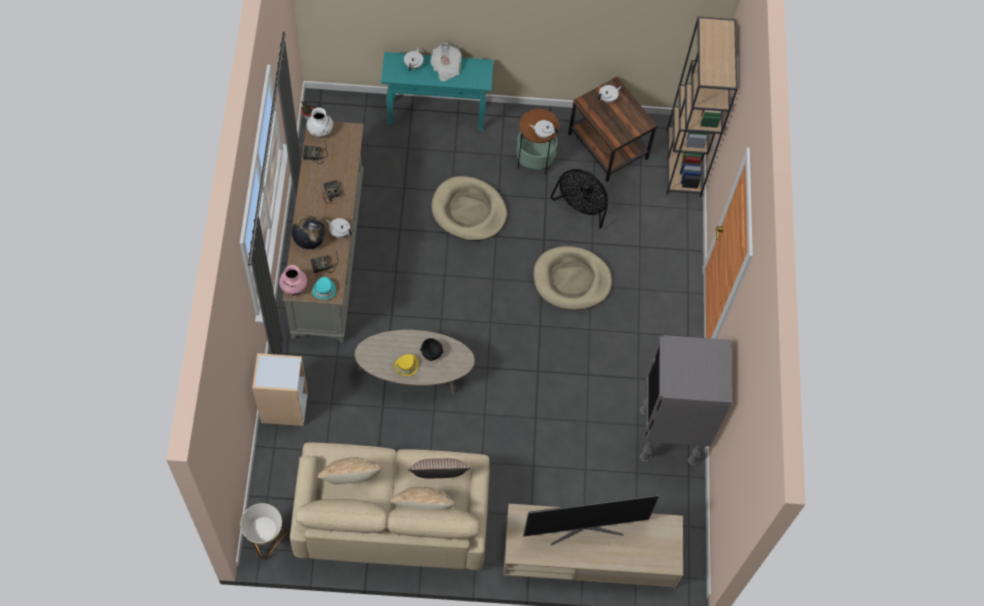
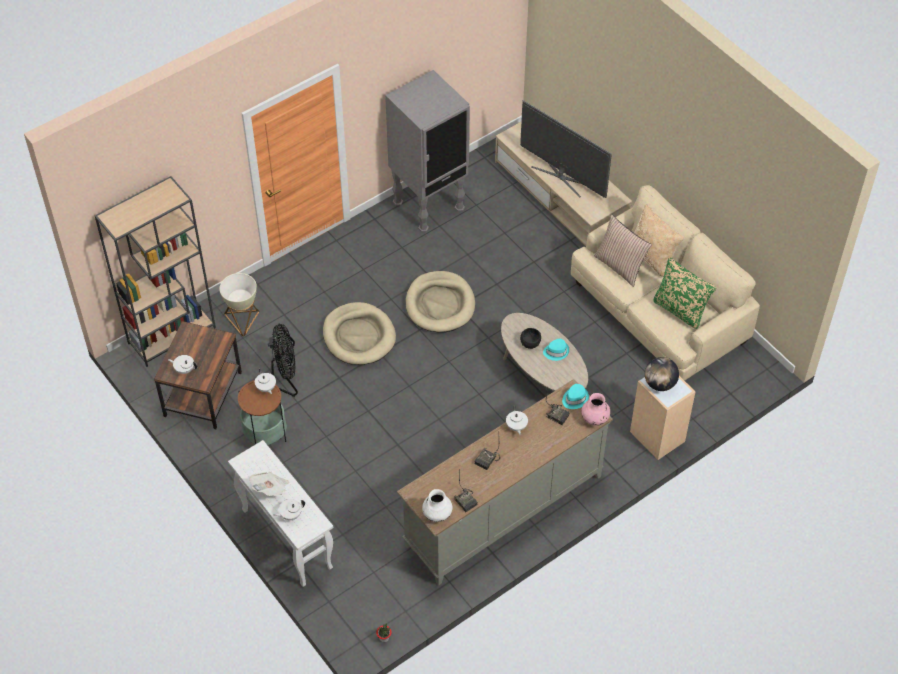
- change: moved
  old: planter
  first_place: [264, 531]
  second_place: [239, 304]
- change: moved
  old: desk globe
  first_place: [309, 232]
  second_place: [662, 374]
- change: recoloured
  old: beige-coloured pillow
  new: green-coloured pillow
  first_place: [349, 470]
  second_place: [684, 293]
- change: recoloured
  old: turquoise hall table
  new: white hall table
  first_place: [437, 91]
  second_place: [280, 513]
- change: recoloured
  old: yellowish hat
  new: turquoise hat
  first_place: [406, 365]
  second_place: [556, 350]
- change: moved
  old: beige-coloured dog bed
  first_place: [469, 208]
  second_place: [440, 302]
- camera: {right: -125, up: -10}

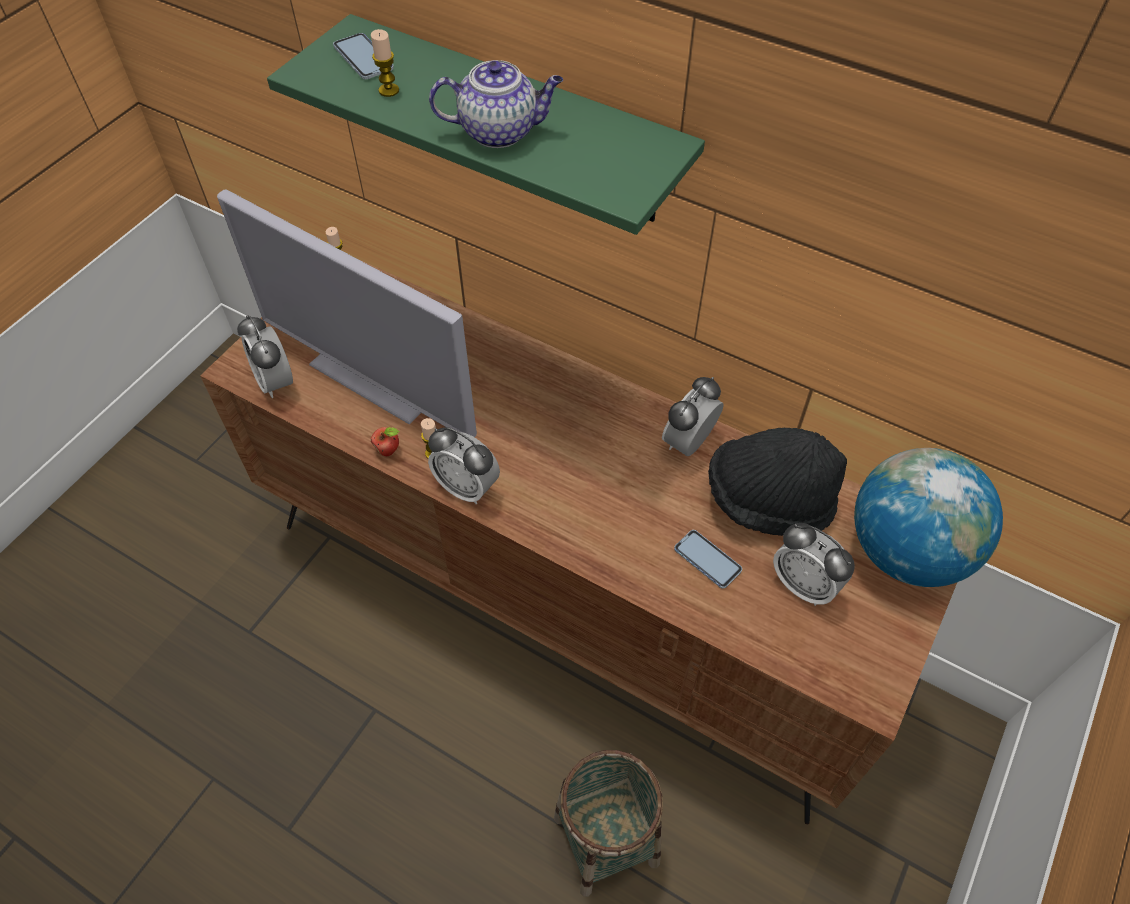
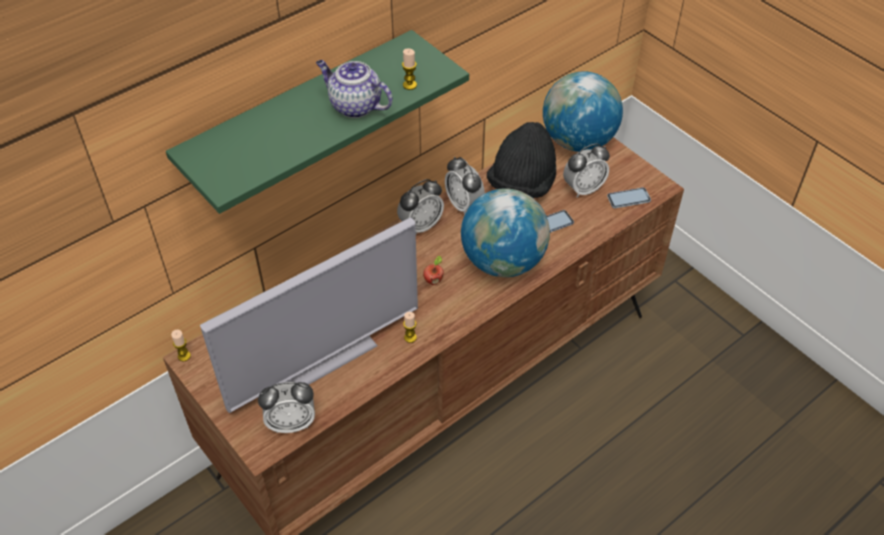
- change: moved
  old: phone
  first_place: [363, 56]
  second_place: [629, 198]
- change: moved
  old: wax candle
  first_place: [385, 63]
  second_place: [409, 69]
- change: moved
  old: whole apple
  first_place: [385, 441]
  second_place: [433, 270]
- change: moved
  old: bedside clock
  first_place: [464, 465]
  second_place: [420, 206]
- change: turned
  old: pot for tea
  first_place: [496, 104]
  second_place: [354, 89]
  degrees: -75
- change: removed
  old: household basket
  first_place: [608, 823]
- change: added
  new: desk globe
  second_place: [505, 232]
- camera: {right: -70, up: -5}

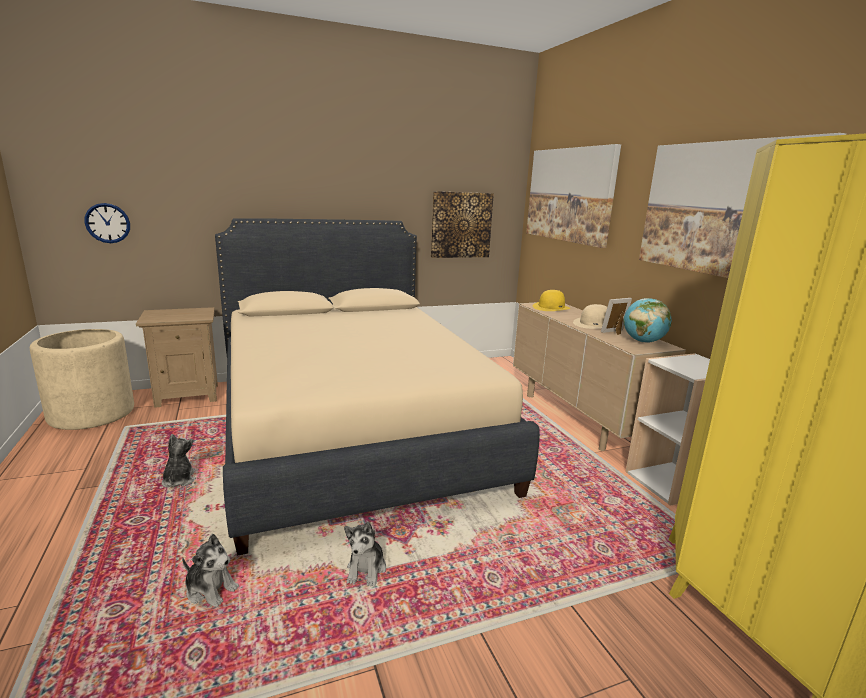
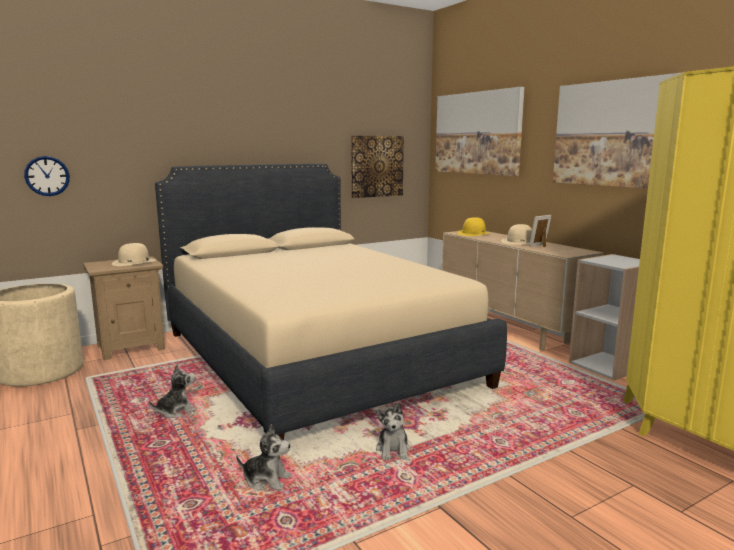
- change: turned
  old: plush toy
  first_place: [179, 461]
  second_place: [172, 391]
  degrees: 75
- change: removed
  old: desk globe
  first_place: [648, 320]
- change: added
  new: beige-coloured hat
  second_place: [134, 254]
- camera: {right: -10, up: -5}

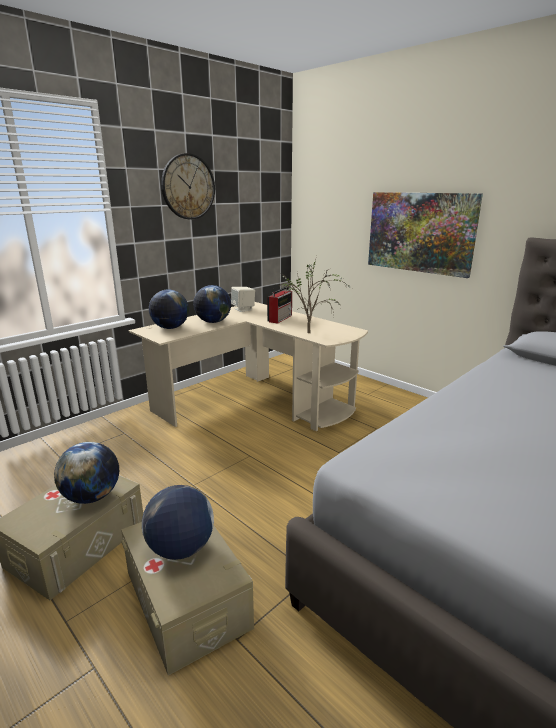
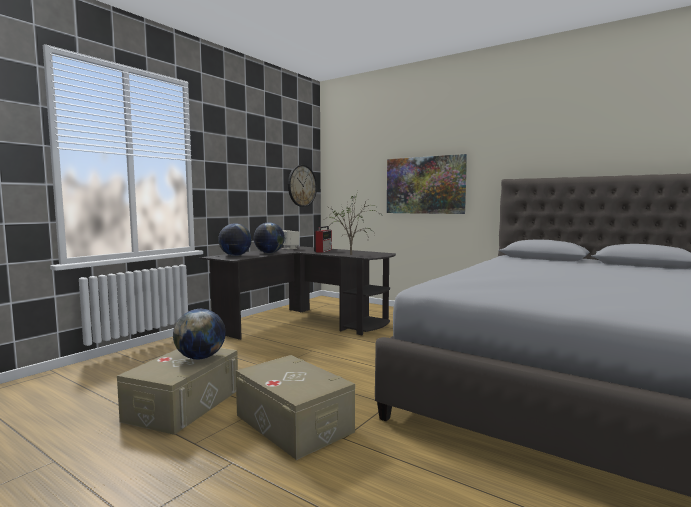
- change: recoloured
  old: beige-coloured desk
  new: black desk
  first_place: [248, 366]
  second_place: [298, 293]
- change: removed
  old: desk globe
  first_place: [178, 522]
- change: moved
  old: clock on the wall
  first_place: [188, 186]
  second_place: [302, 186]
- camera: {right: -10, up: -15}

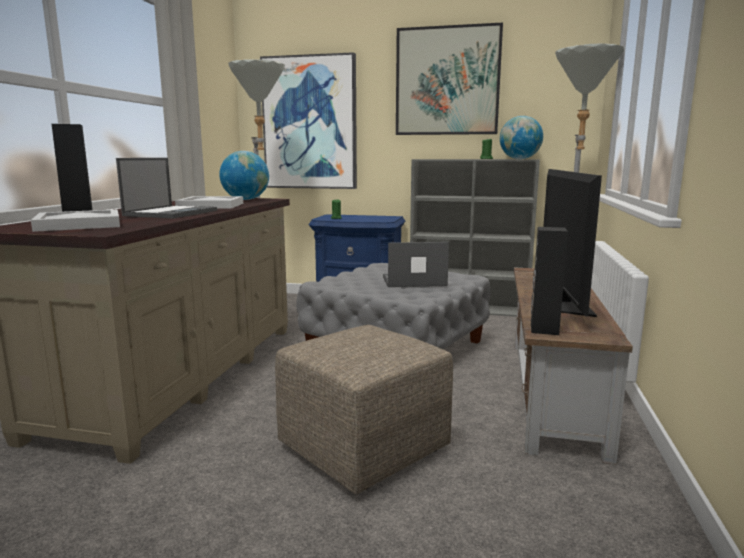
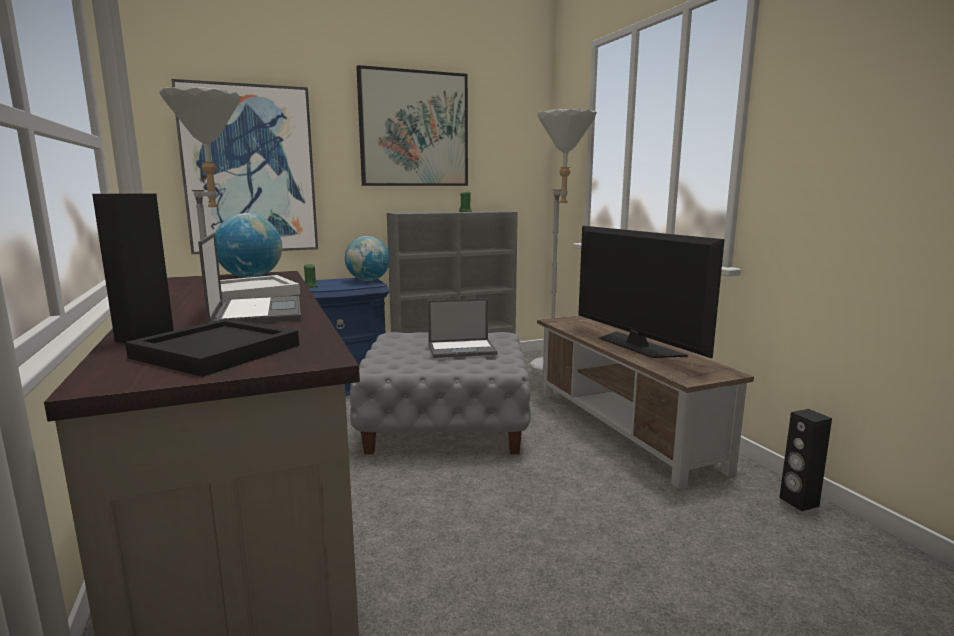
- change: recoloured
  old: white tray
  new: black tray
  first_place: [75, 220]
  second_place: [212, 348]
- change: removed
  old: beige-coloured footrest
  first_place: [364, 409]
- change: turned
  old: laptop
  first_place: [416, 264]
  second_place: [463, 328]
  degrees: -150
- change: moved
  old: desk globe
  first_place: [521, 137]
  second_place: [367, 258]
- change: moved
  old: black speaker
  first_place: [549, 281]
  second_place: [805, 460]
- camera: {right: -35, up: 0}

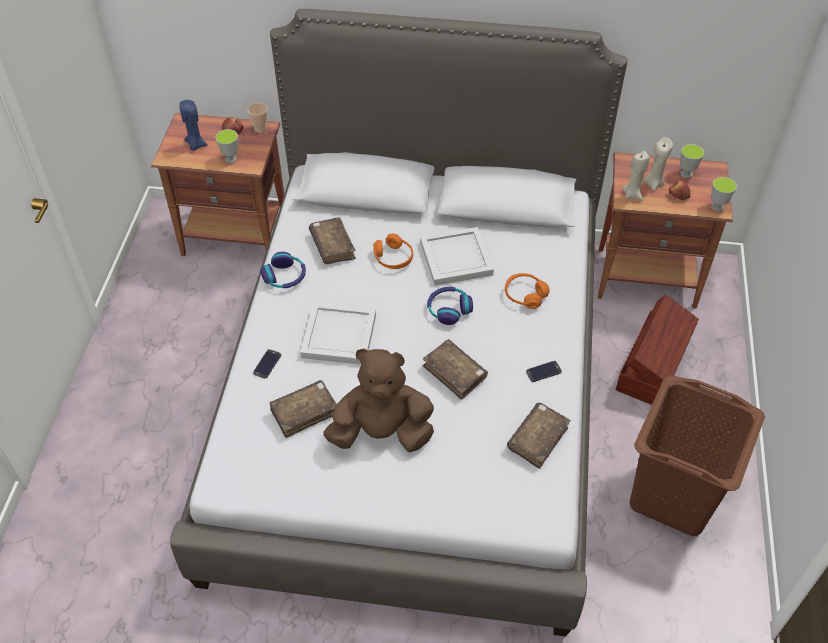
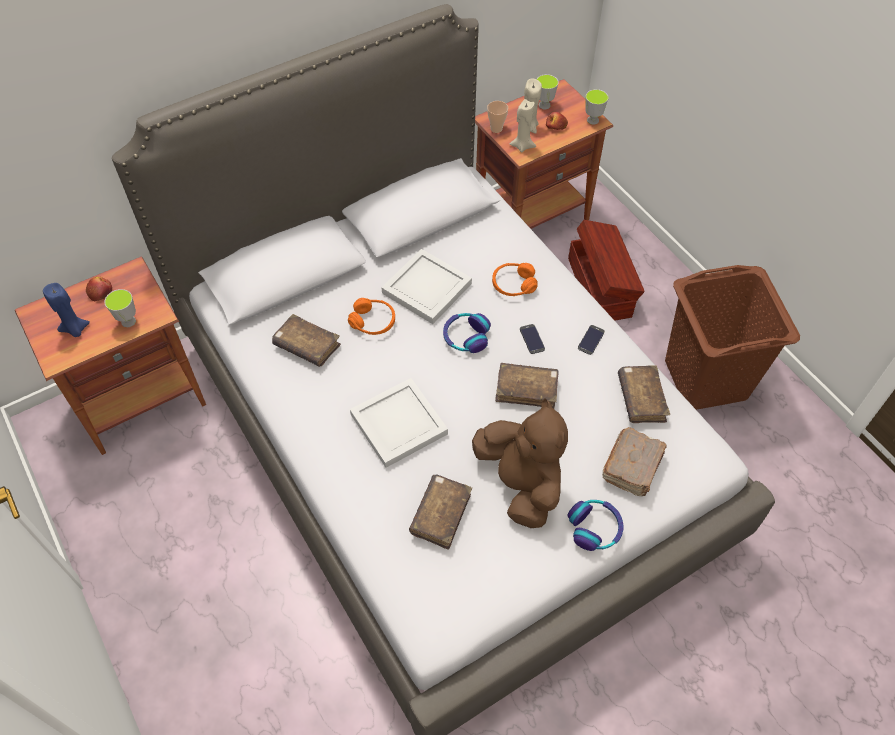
- change: moved
  old: drinking cup
  first_place: [257, 118]
  second_place: [497, 117]
- change: moved
  old: phone
  first_place: [267, 363]
  second_place: [532, 339]
- change: moved
  old: pair of headphones
  first_place: [283, 270]
  second_place: [596, 525]
- change: turned
  old: brownish plush toy
  first_place: [378, 400]
  second_place: [520, 463]
  degrees: 105
- change: added
  new: brownish book
  second_place: [634, 461]
- camera: {right: -40, up: 5}

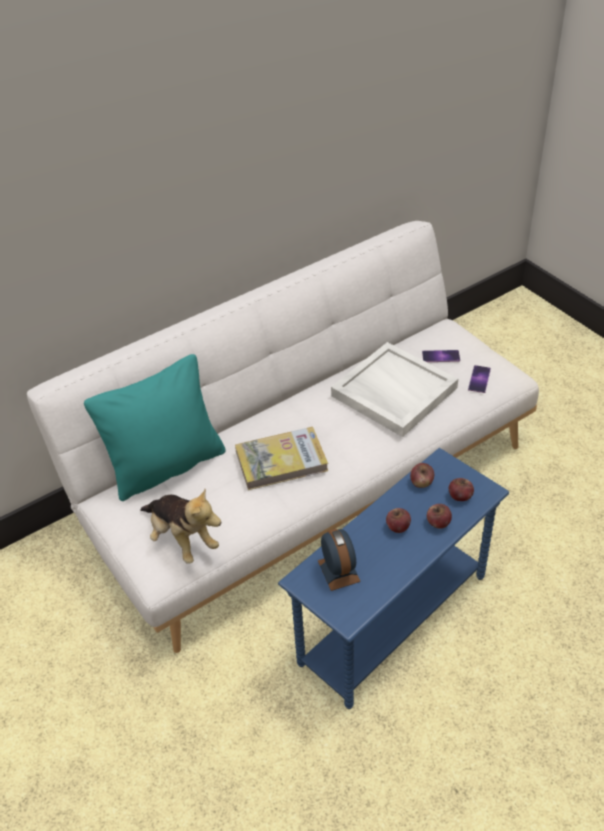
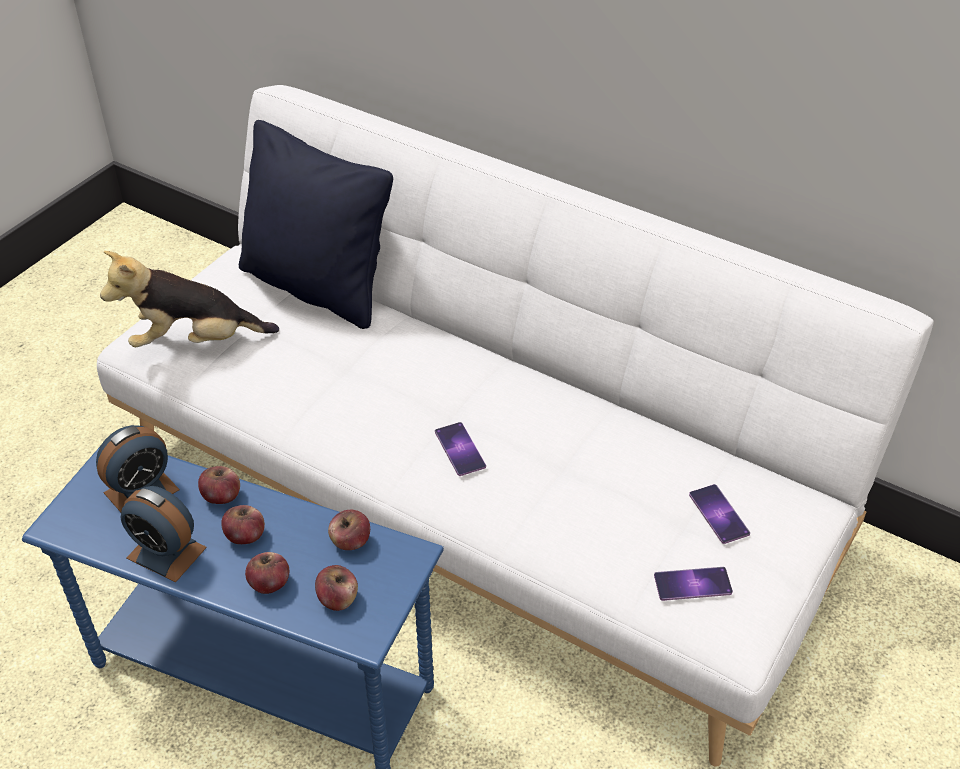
- change: recoloured
  old: turquoise pillow
  new: black pillow
  first_place: [155, 427]
  second_place: [316, 224]
- change: turned
  old: plush toy
  first_place: [180, 526]
  second_place: [189, 299]
  degrees: 60
- change: removed
  old: book
  first_place: [281, 458]
- change: removed
  old: white tray
  first_place: [394, 389]
- change: added
  new: bedside clock
  second_place: [163, 534]
- change: added
  new: whole apple
  second_place: [219, 485]
- change: added
  new: phone
  second_place: [460, 449]
- camera: {right: 65, up: 0}

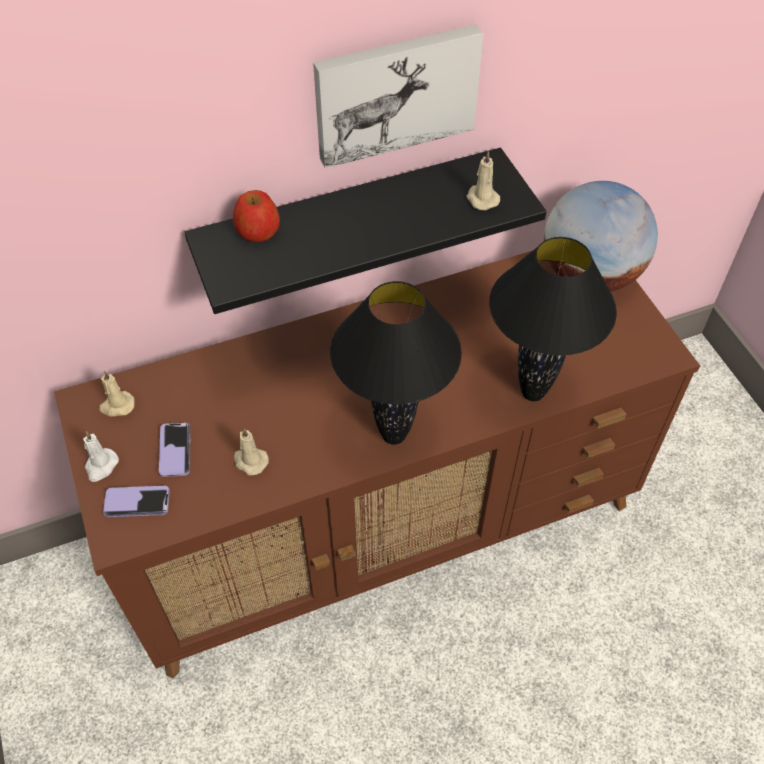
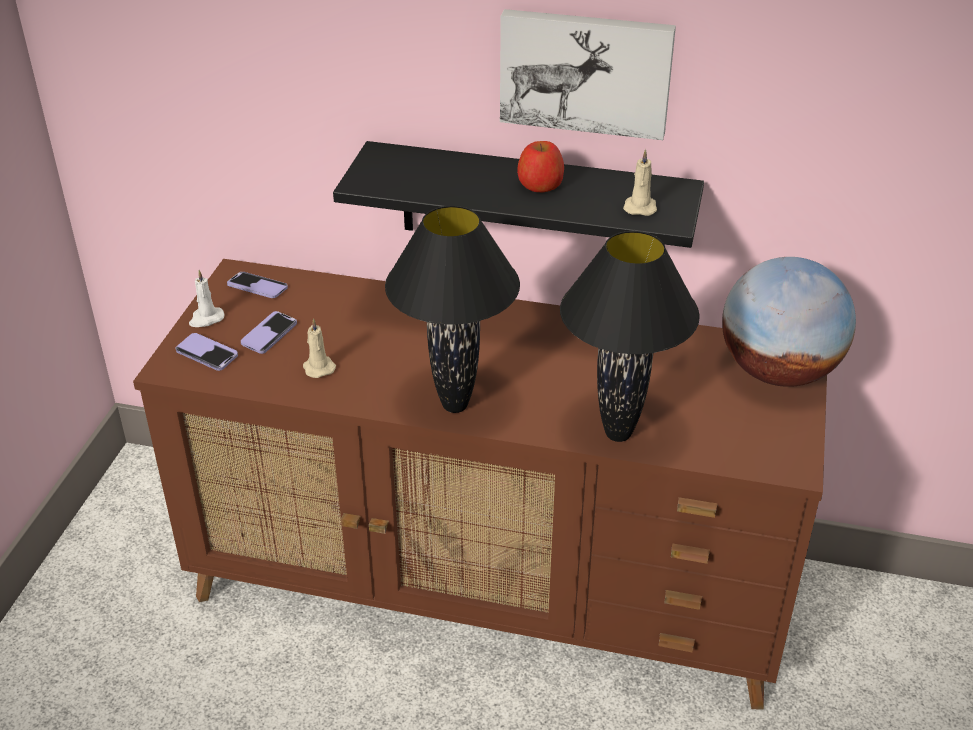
- change: replaced
  old: beige-coloured wax candle
  new: phone
  first_place: [117, 393]
  second_place: [257, 285]
- change: moved
  old: whole apple
  first_place: [256, 216]
  second_place: [540, 166]
- camera: {right: 35, up: -15}

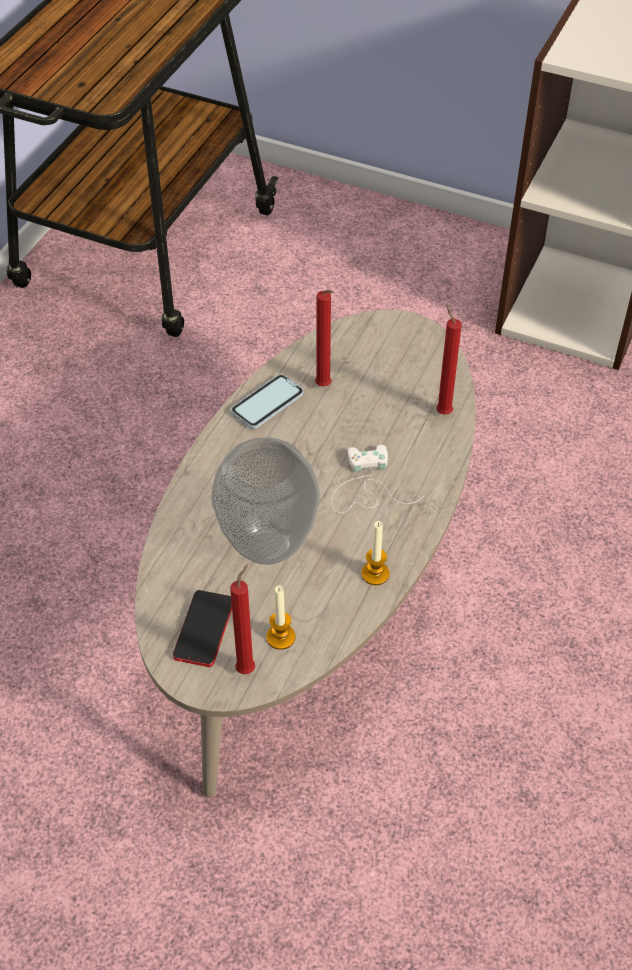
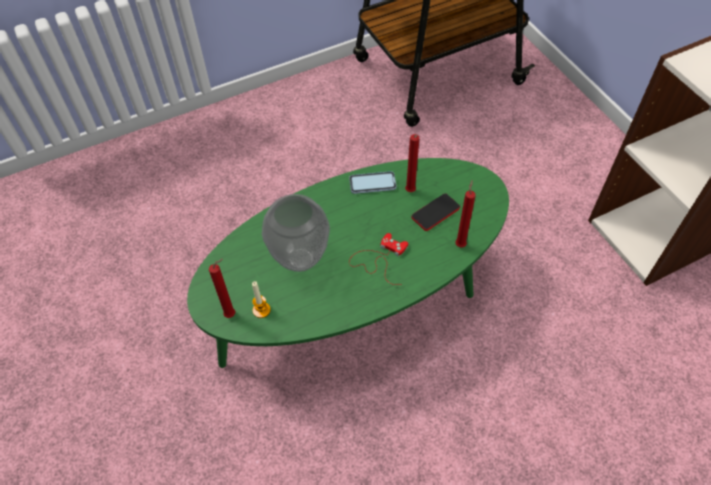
- change: recoloured
  old: beige-coloured low table
  new: green-coloured low table
  first_place: [305, 553]
  second_place: [348, 263]
- change: moved
  old: phone
  first_place: [202, 628]
  second_place: [435, 212]
- change: recoloured
  old: white joypad
  new: red joypad
  first_place: [377, 479]
  second_place: [378, 259]
- change: removed
  old: wax candle
  first_place: [375, 553]
- camera: {right: 40, up: 5}

